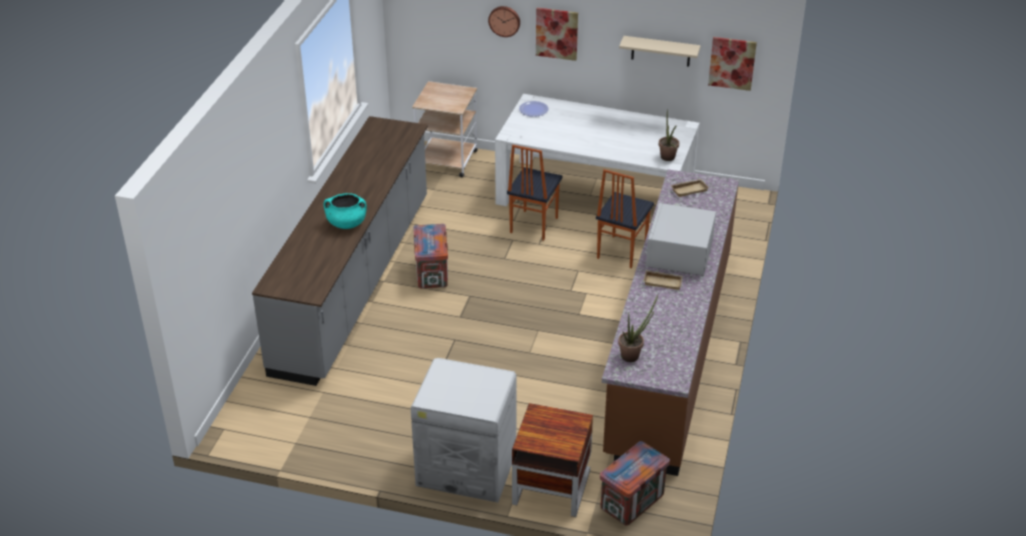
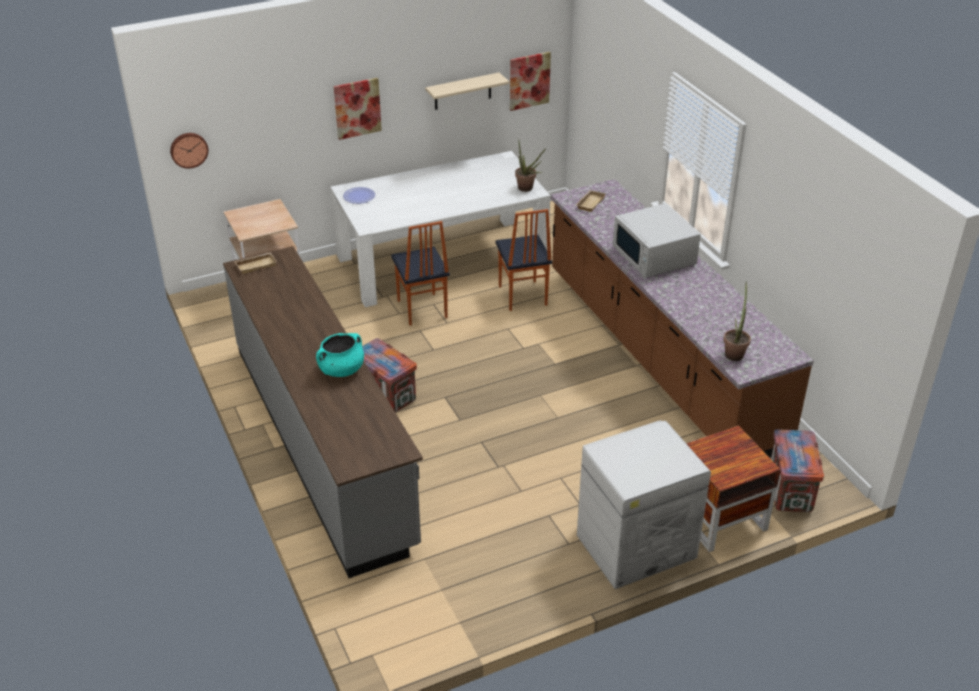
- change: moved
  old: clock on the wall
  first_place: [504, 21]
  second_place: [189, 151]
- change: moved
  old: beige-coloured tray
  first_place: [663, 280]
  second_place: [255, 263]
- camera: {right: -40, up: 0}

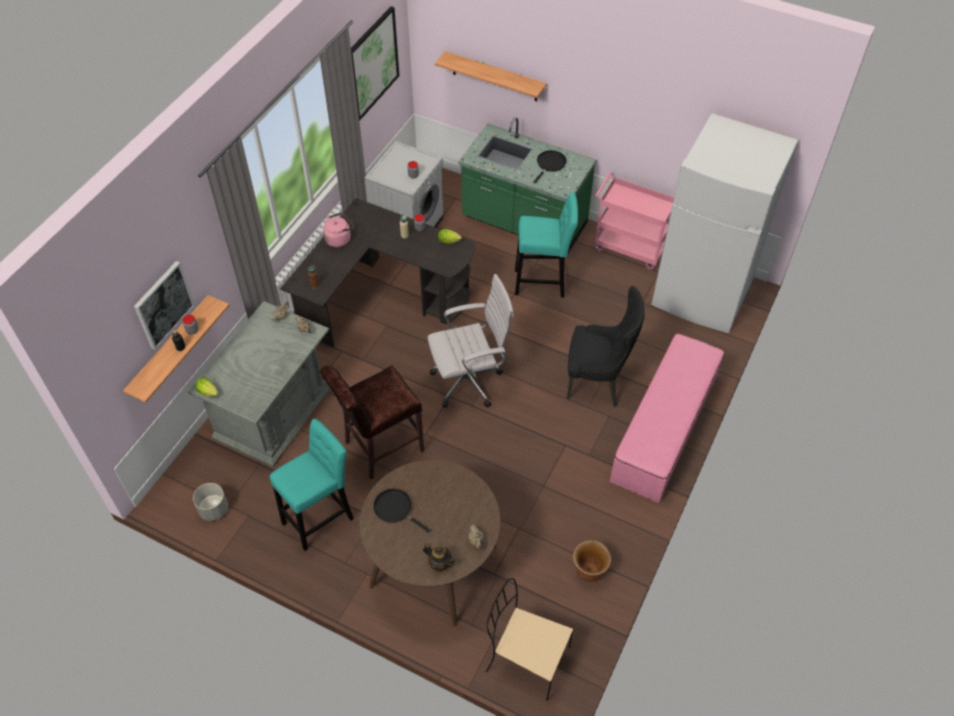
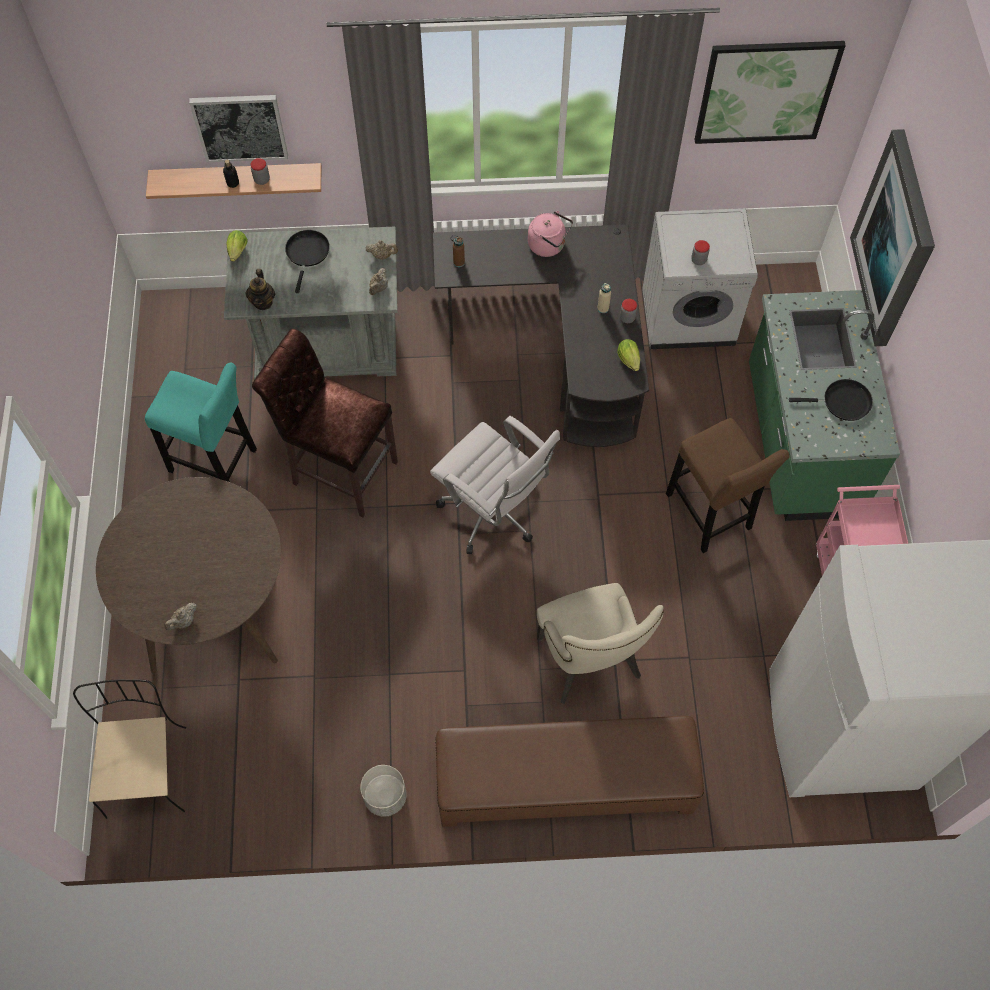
- change: moved
  old: gray planter
  first_place: [210, 502]
  second_place: [383, 791]
- change: moved
  old: black skillet
  first_place: [402, 510]
  second_place: [307, 261]
- change: moved
  old: pot for tea
  first_place: [439, 557]
  second_place: [260, 289]
- change: replaced
  old: wall shelf
  new: wall art
  first_place: [491, 76]
  second_place: [892, 237]
- change: recoloured
  old: turquoise sitting stool
  new: brownish sitting stool
  first_place: [546, 245]
  second_place: [728, 485]
- change: recoloured
  old: black upright chair
  new: beige-coloured upright chair
  first_place: [606, 346]
  second_place: [600, 643]
- change: removed
  old: brownish planter
  first_place: [592, 561]
- change: recoloured
  old: pink bench
  new: brownish bench
  first_place: [667, 418]
  second_place: [570, 771]
- camera: {right: 60, up: 10}

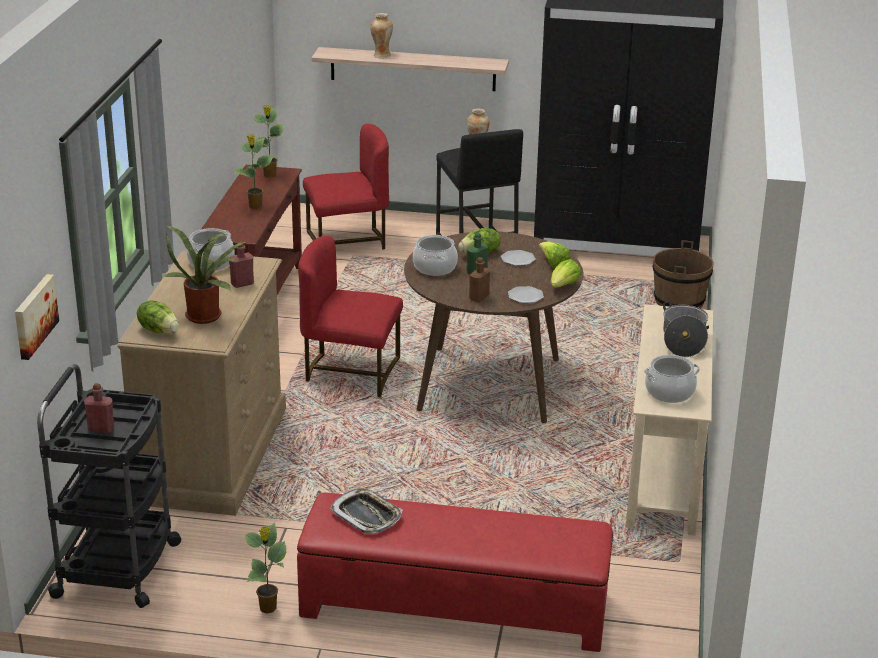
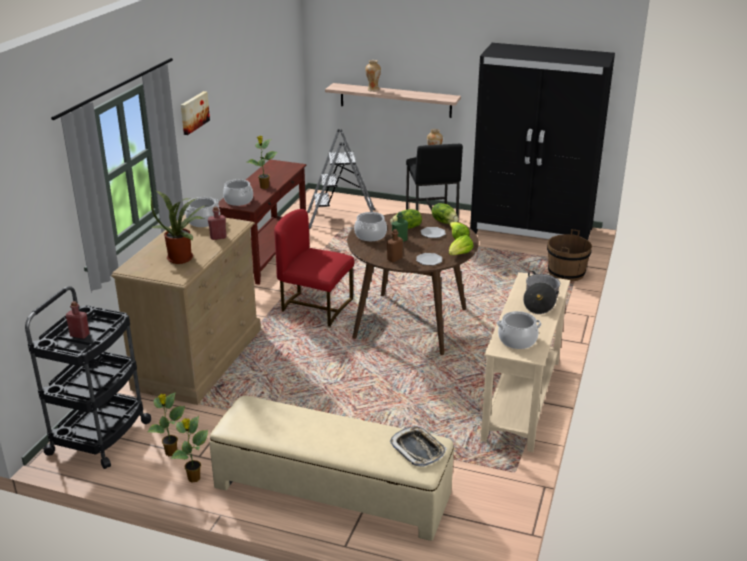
- change: moved
  old: wall art
  first_place: [37, 317]
  second_place: [195, 113]
- change: moved
  old: head of lettuce
  first_place: [158, 317]
  second_place: [445, 213]
- change: moved
  old: plant in a pot
  first_place: [269, 141]
  second_place: [166, 424]
- change: recoloured
  old: red bench
  new: beige-coloured bench
  first_place: [455, 572]
  second_place: [331, 468]
- change: replaced
  old: red upright chair
  new: gray step ladder
  first_place: [346, 187]
  second_place: [341, 179]
- change: moved
  old: tray
  first_place: [366, 511]
  second_place: [418, 446]
- change: added
  new: stockpot
  second_place: [238, 192]
- camera: {right: 10, up: 0}

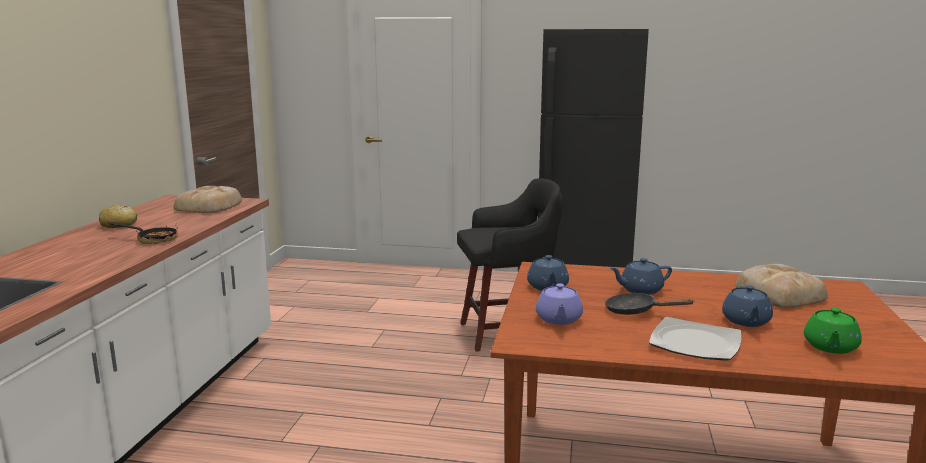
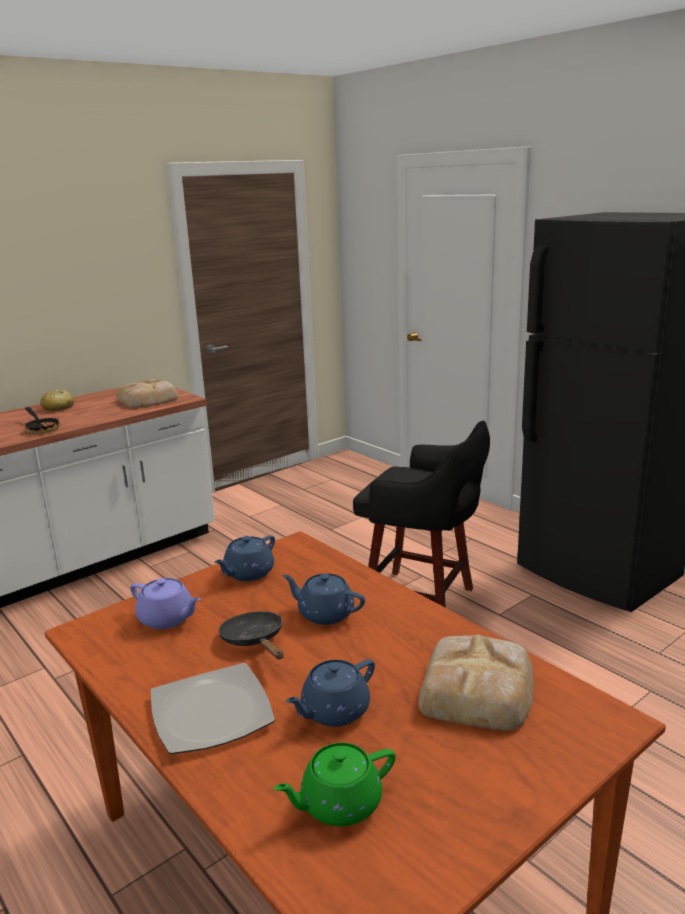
- change: turned
  old: purplish pot for tea
  first_place: [559, 304]
  second_place: [165, 603]
  degrees: -105
- camera: {right: 40, up: 5}

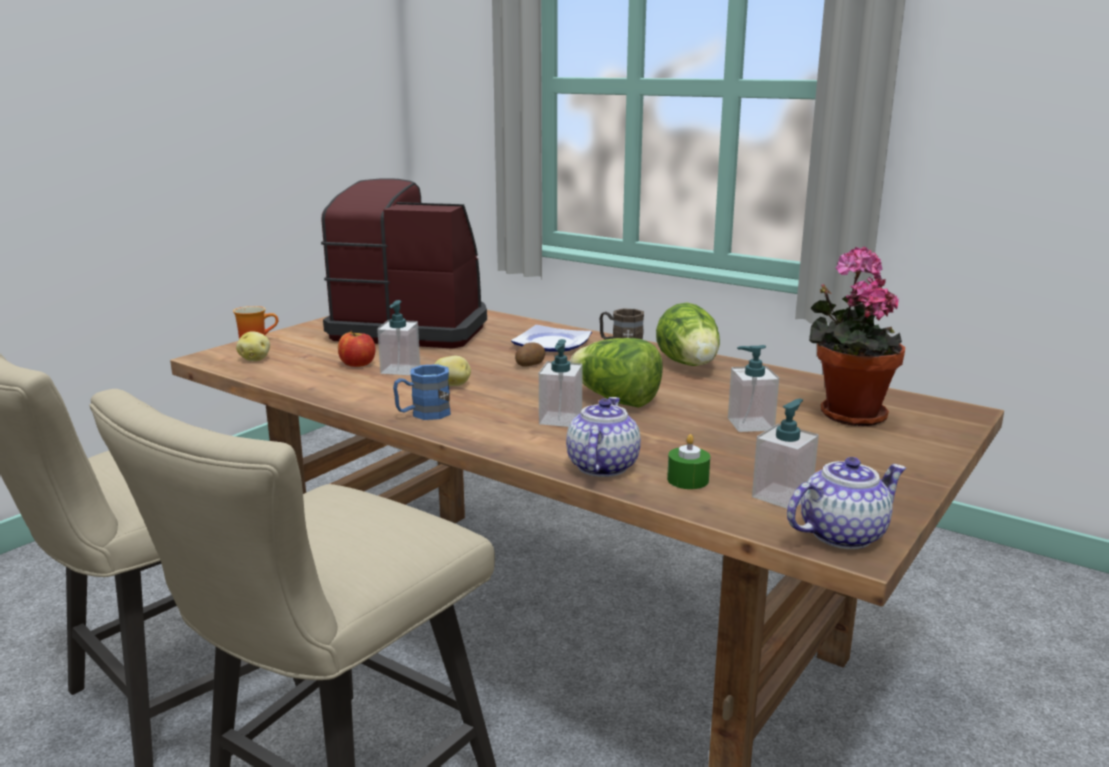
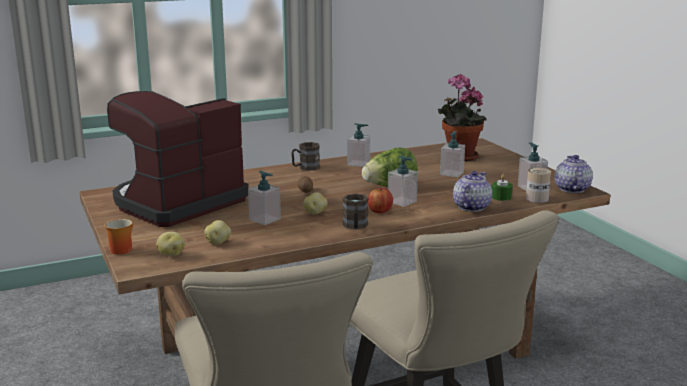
- change: moved
  old: whole apple
  first_place: [357, 349]
  second_place: [380, 200]
- change: recoloured
  old: blue-coloured tea mug
  new: brownish tea mug
  first_place: [422, 392]
  second_place: [356, 211]
- change: removed
  old: dinner plate
  first_place: [551, 338]
- change: turned
  old: pot for tea
  first_place: [603, 437]
  second_place: [472, 191]
  degrees: 75
- change: replaced
  old: head of lettuce
  new: soap dispenser
  first_place: [688, 334]
  second_place: [358, 145]
- change: added
  new: whole potato
  second_place: [217, 232]
- change: added
  new: can
  second_place: [538, 185]
- camera: {right: -60, up: 0}

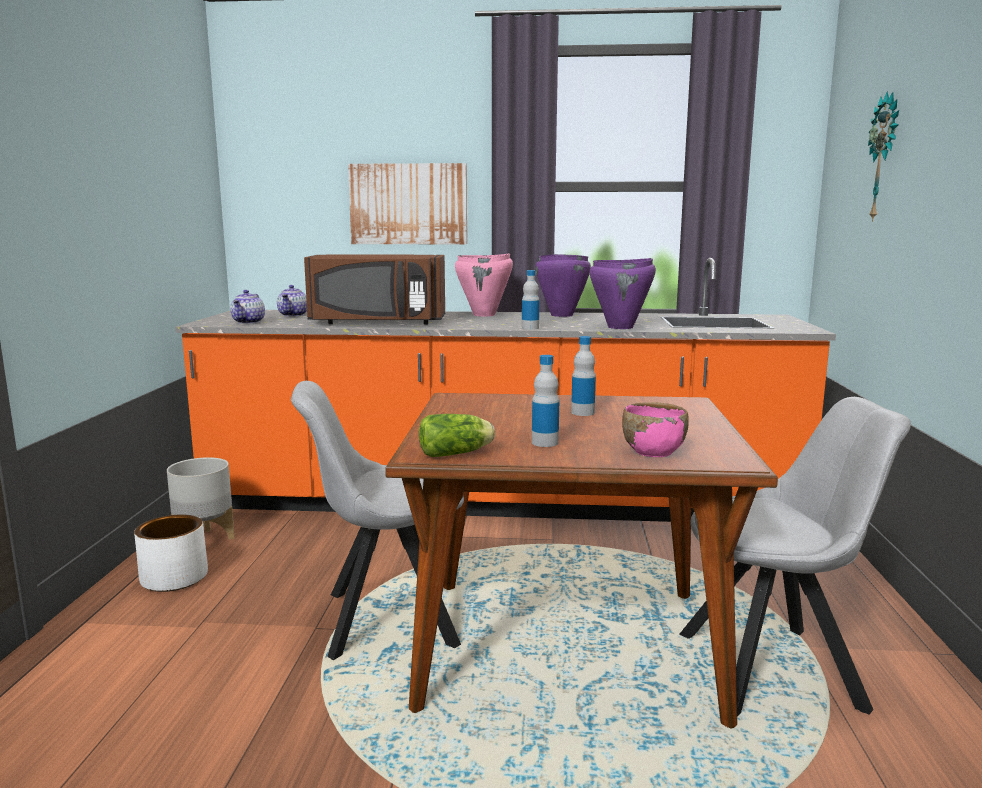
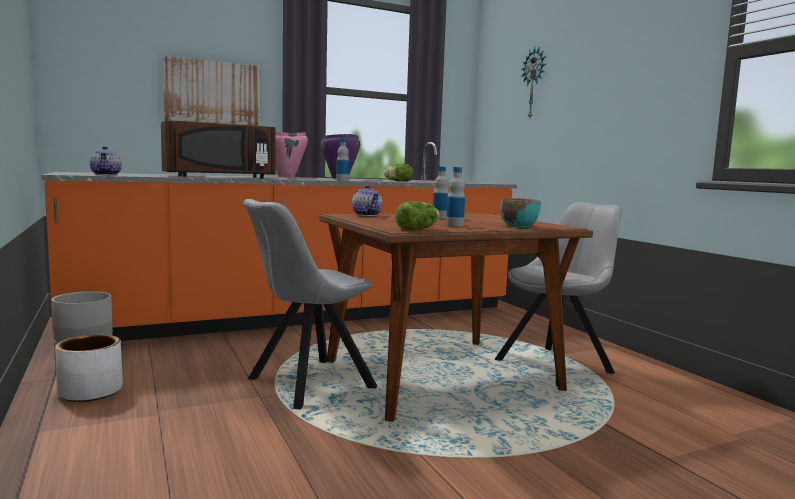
- change: moved
  old: pot for tea
  first_place: [292, 301]
  second_place: [367, 200]
- change: replaced
  old: purplish stockpot
  new: head of lettuce
  first_place: [623, 293]
  second_place: [398, 172]
- change: recoloured
  old: pink deep dish
  new: turquoise deep dish
  first_place: [655, 429]
  second_place: [520, 212]
- camera: {right: -30, up: -5}

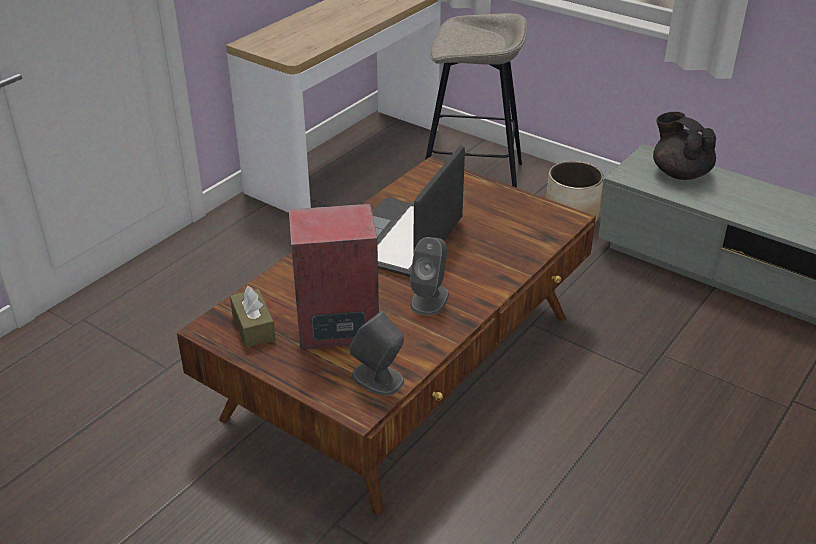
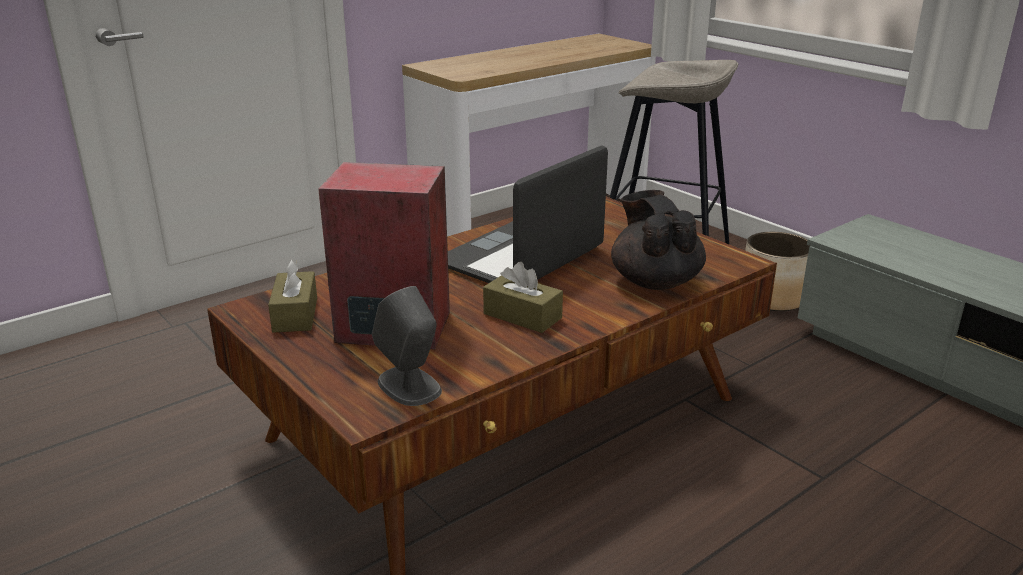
- change: replaced
  old: gray speaker
  new: brownish tissue box
  first_place: [429, 276]
  second_place: [523, 297]
- change: moved
  old: black pot for tea
  first_place: [684, 146]
  second_place: [658, 240]
- camera: {right: 15, up: -10}

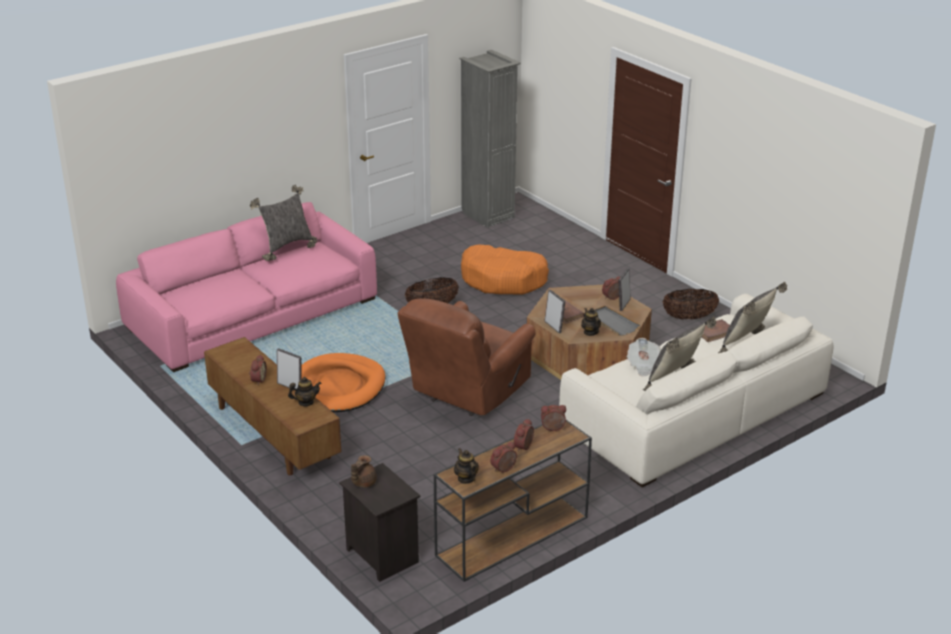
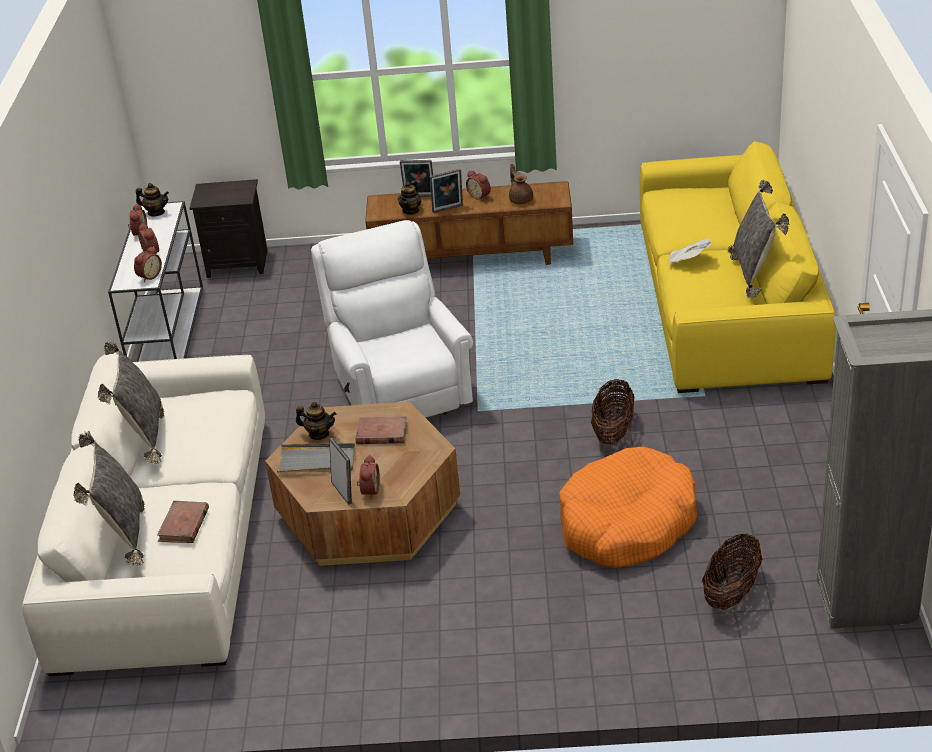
- change: recoloured
  old: pink settee
  new: yellowish settee
  first_place: [246, 287]
  second_place: [738, 267]
- change: removed
  old: orange-coloured dog bed
  first_place: [343, 382]
- change: moved
  old: brownish pot for tea
  first_place: [364, 471]
  second_place: [521, 184]
- change: recoloured
  old: brownish lounge chair
  new: white lounge chair
  first_place: [466, 357]
  second_place: [392, 319]
- change: recoloured
  old: brownish hall table
  new: white hall table
  first_place: [513, 501]
  second_place: [155, 281]
- change: moved
  old: photo frame
  first_place: [555, 311]
  second_place: [416, 178]
- change: moved
  old: daily paper
  first_place: [644, 357]
  second_place: [689, 251]
- change: moved
  old: household basket
  first_place: [691, 304]
  second_place: [732, 572]
- camera: {right: 130, up: 5}

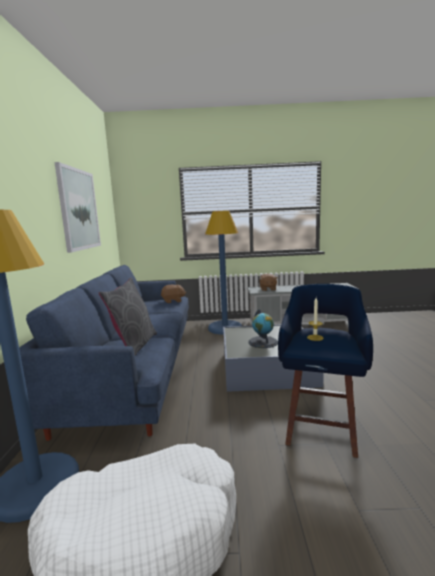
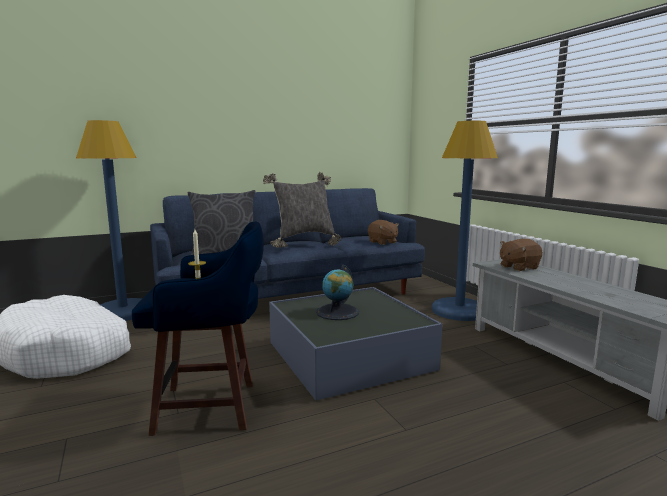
- change: removed
  old: wall art
  first_place: [77, 207]
- change: added
  new: pillow
  second_place: [302, 210]
- camera: {right: 65, up: 0}

